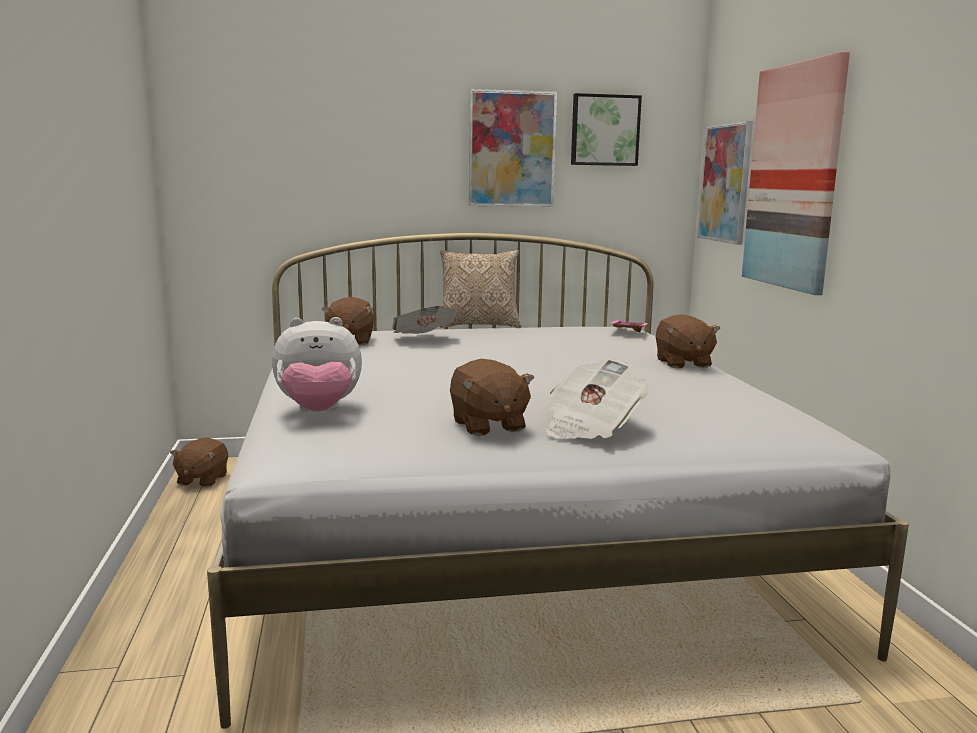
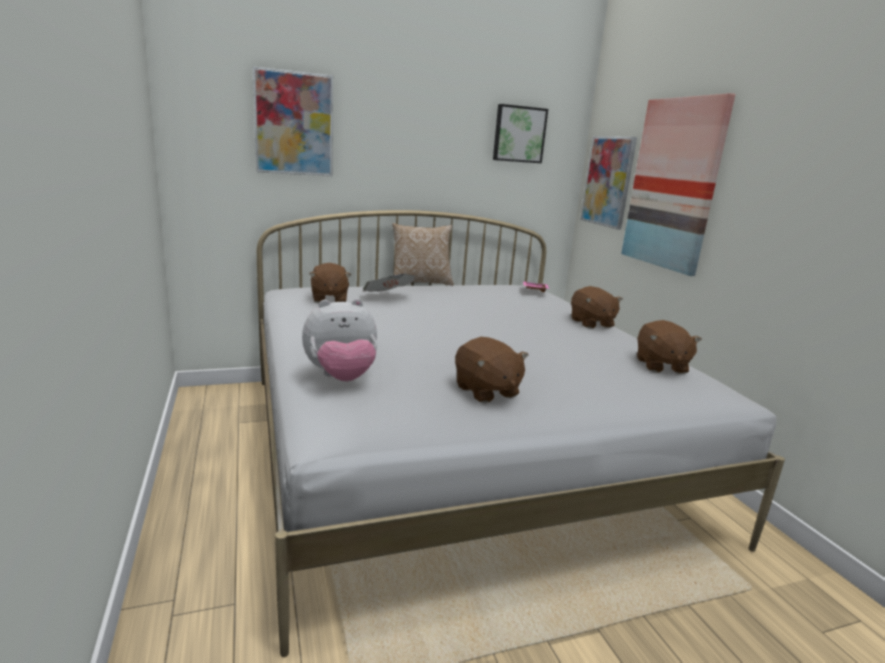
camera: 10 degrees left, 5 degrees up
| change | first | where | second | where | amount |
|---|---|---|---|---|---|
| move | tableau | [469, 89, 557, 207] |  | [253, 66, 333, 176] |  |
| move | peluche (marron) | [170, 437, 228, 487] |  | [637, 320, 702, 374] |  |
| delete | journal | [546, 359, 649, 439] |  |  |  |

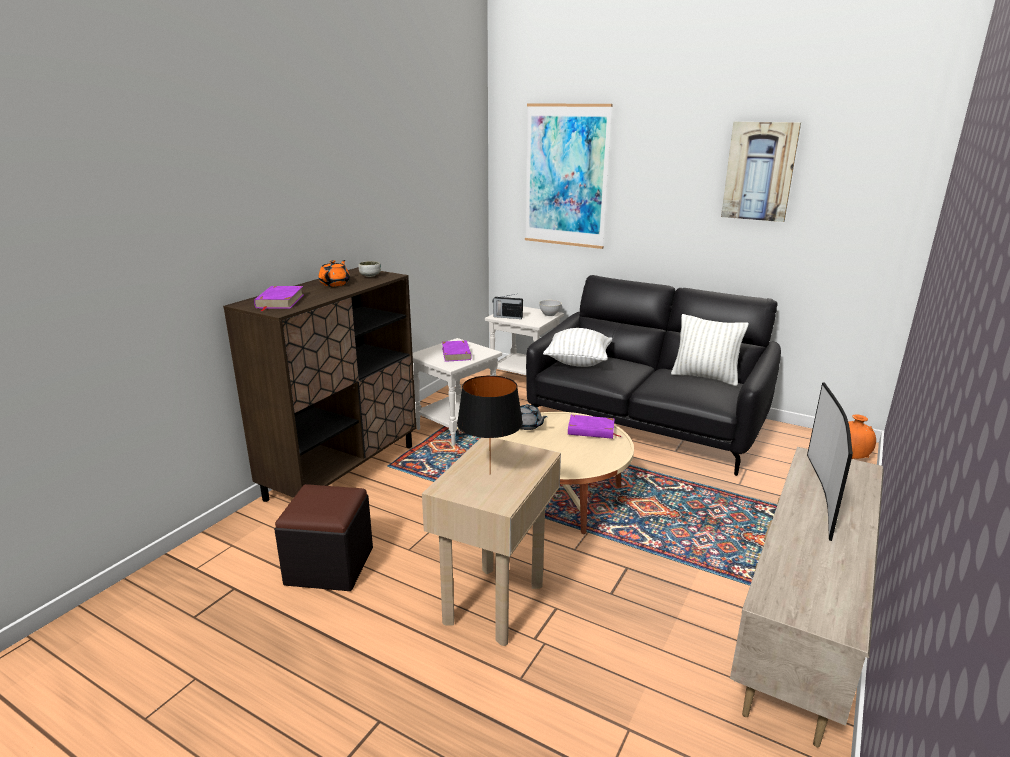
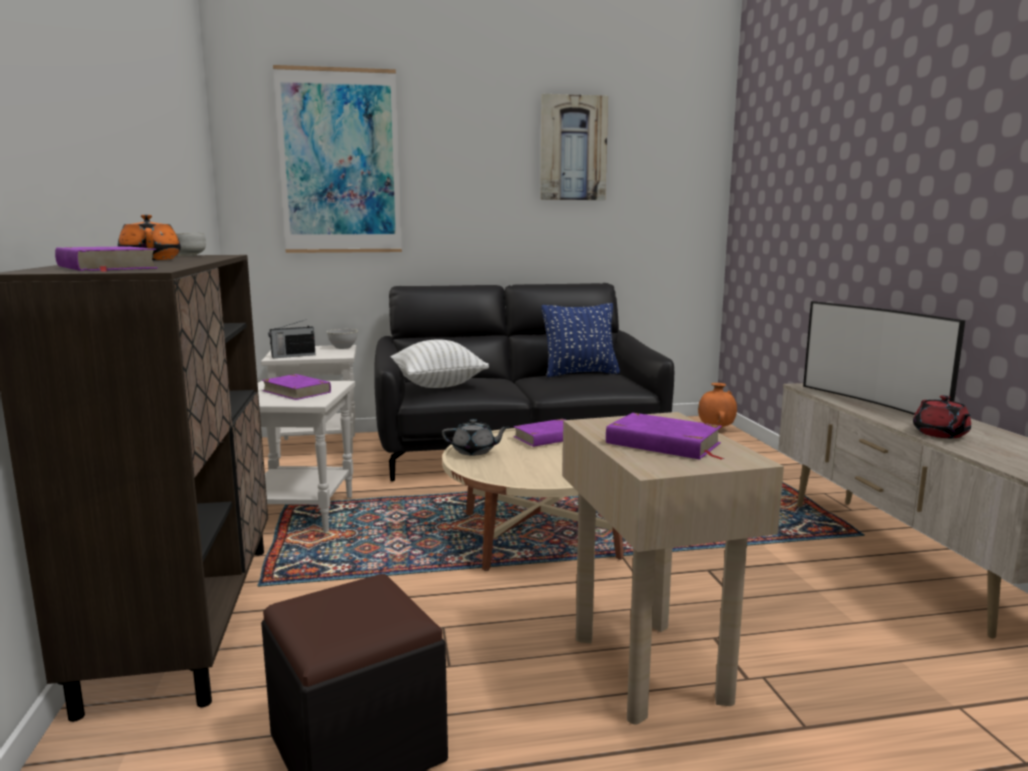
camera: 40 degrees left, 10 degrees down
| change | first | where | second | where | amount |
|---|---|---|---|---|---|
| recolor | coussin (blanc) | [671, 314, 749, 386] | coussin (bleu) | [542, 303, 620, 377] |  |
| replace | lampe de table (noir) | [457, 375, 523, 475] | livre (violet) | [606, 413, 725, 460] |  |
| insert |  |  | théière (rouge) | [913, 395, 971, 438] |  |

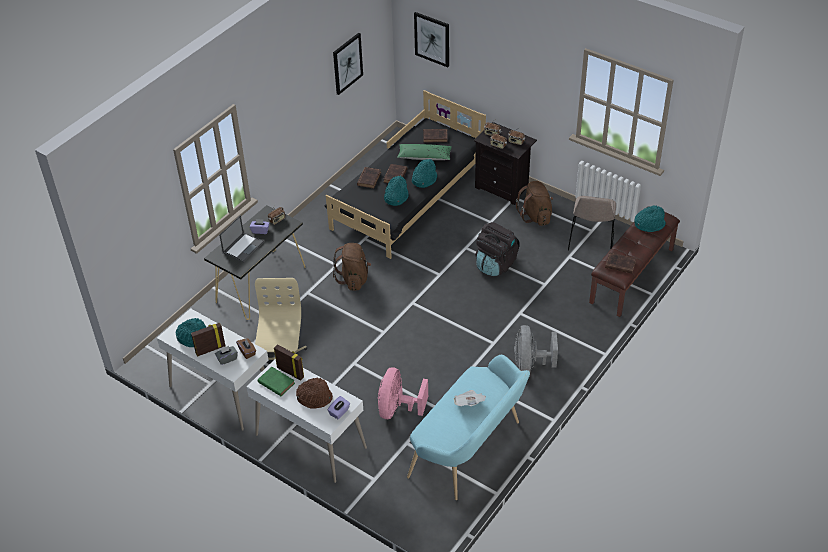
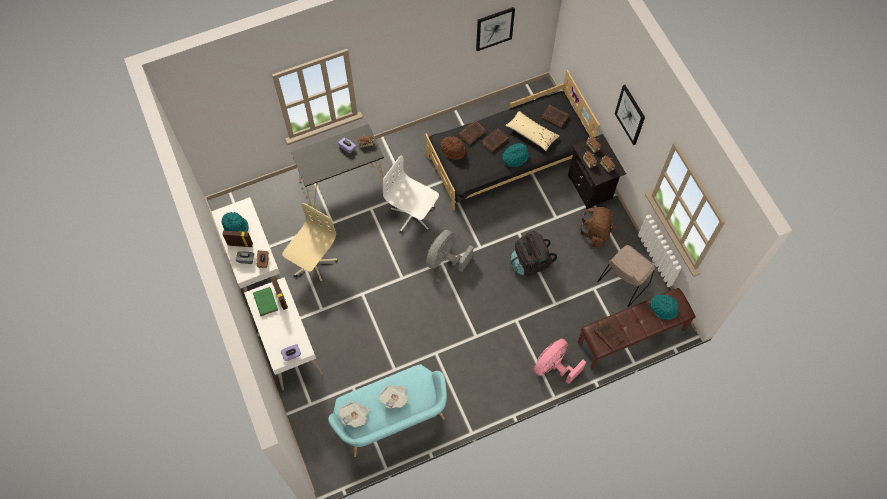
camera: 30 degrees right, 20 degrees up
| change | first | where | second | where | amount |
|---|---|---|---|---|---|
| insert |  |  | journal | [339, 401, 370, 427] |  |
| replace | sac à dos (marron) | [333, 243, 371, 291] | chaise de bureau (blanc) | [383, 156, 439, 232] |  |
| move | ventilateur (gris) | [514, 325, 558, 373] |  | [426, 230, 474, 272] |  |
| move | chapeau (marron) | [296, 378, 333, 409] |  | [441, 136, 466, 160] |  |
| recolor | coussin (vert) | [397, 144, 452, 160] | coussin (beige) | [505, 111, 559, 151] |  |
| move | ventilateur (rose) | [378, 368, 428, 419] |  | [534, 339, 586, 384] |  |
| move | tableau | [414, 12, 449, 67] |  | [615, 85, 645, 145] |  |
| delete | ordinateur portable | [219, 215, 264, 262] |  |  |  |
| delete | chapeau (turquoise) | [384, 176, 408, 206] |  |  |  |

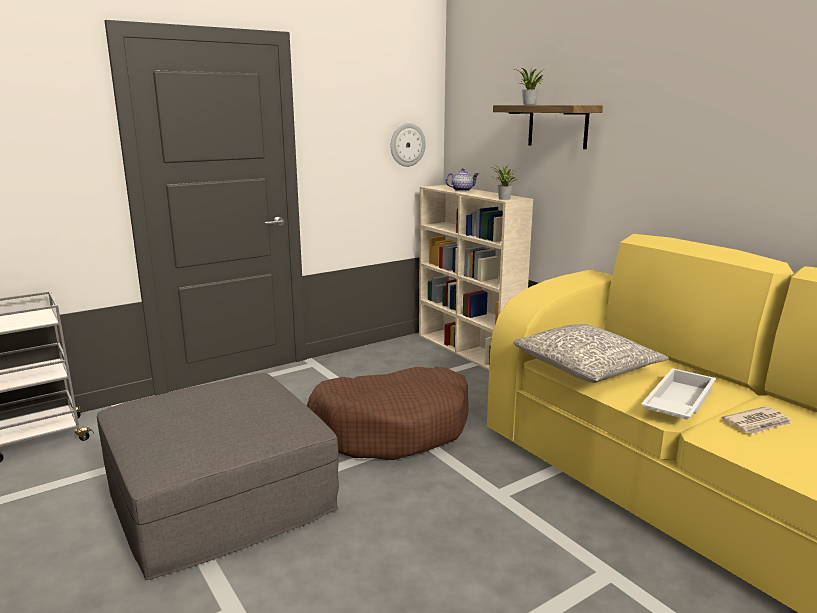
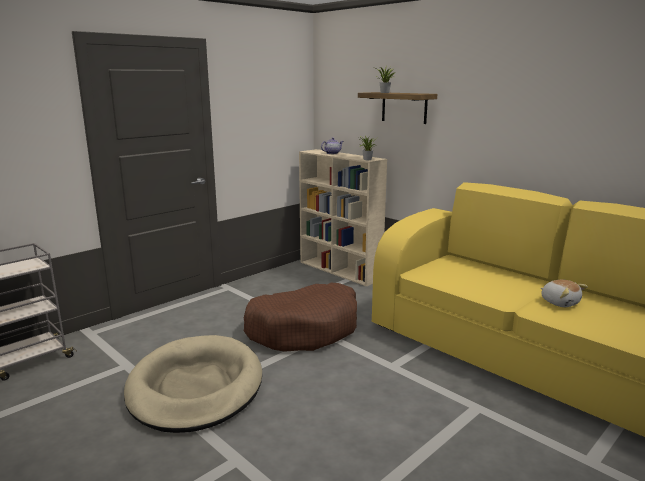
camera: 10 degrees left, 0 degrees up
| change | first | where | second | where | amount |
|---|---|---|---|---|---|
| replace | pouf (gris) | [97, 373, 339, 580] | panier pour chien (beige) | [124, 335, 262, 433] |  |
| replace | journal | [722, 406, 792, 434] | peluche | [541, 280, 588, 307] |  |
| delete | horloge murale | [390, 123, 426, 167] |  |  |  |
| delete | coussin (gris) | [513, 324, 669, 383] |  |  |  |
| delete | plateau (blanc) | [641, 368, 716, 420] |  |  |  |

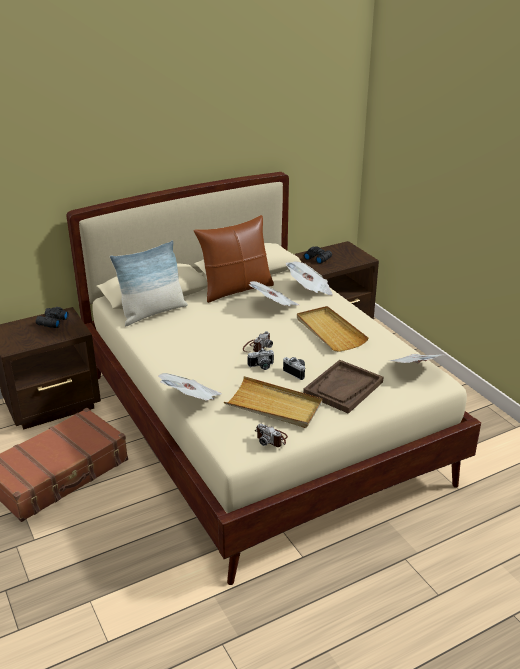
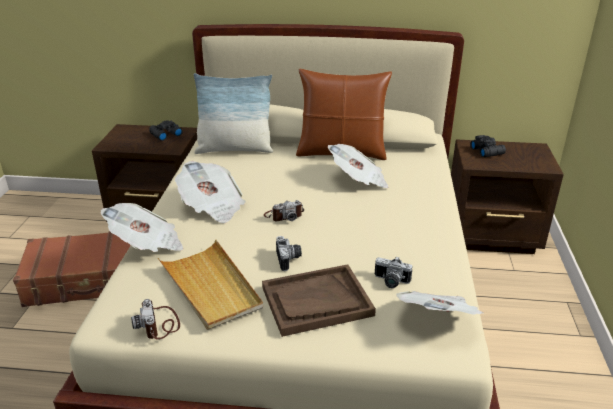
camera: 35 degrees right, 0 degrees up
| change | first | where | second | where | amount |
|---|---|---|---|---|---|
| move | journal | [286, 261, 333, 295] |  | [175, 161, 246, 223] |  |
| move | appareil photo | [247, 348, 274, 370] |  | [375, 256, 412, 288] |  |
| delete | plateau (beige) | [297, 306, 369, 352] |  |  |  |

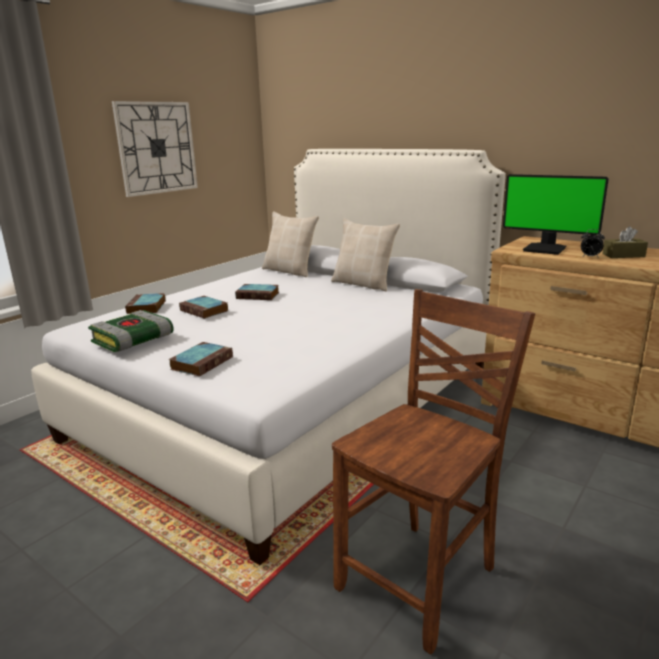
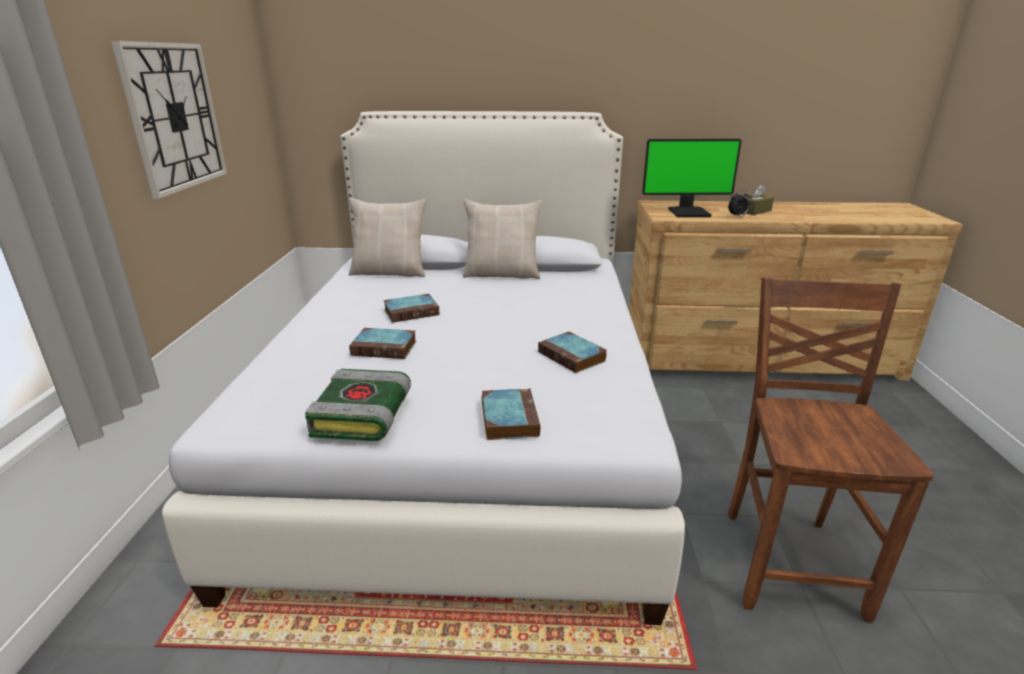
camera: 35 degrees left, 5 degrees up
| change | first | where | second | where | amount |
|---|---|---|---|---|---|
| move | livre | [125, 293, 166, 314] |  | [538, 331, 607, 373] |  |

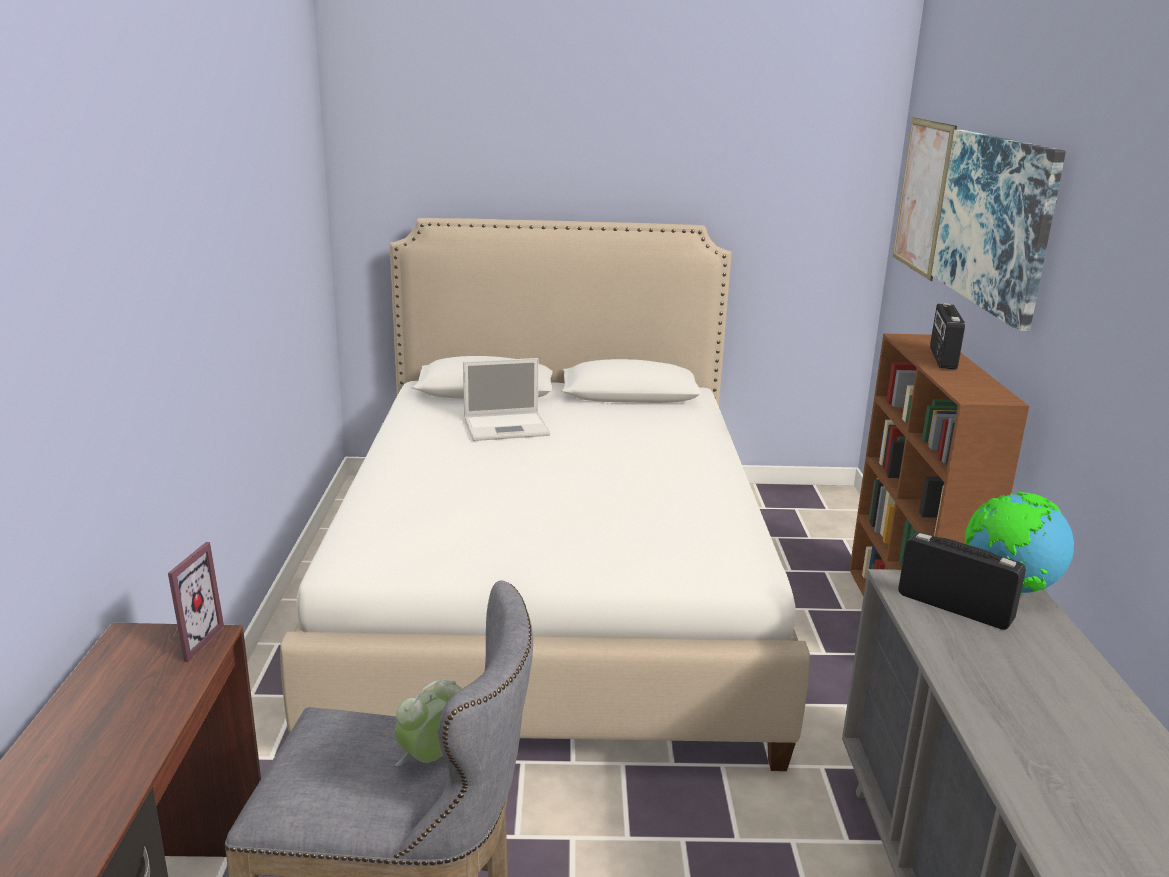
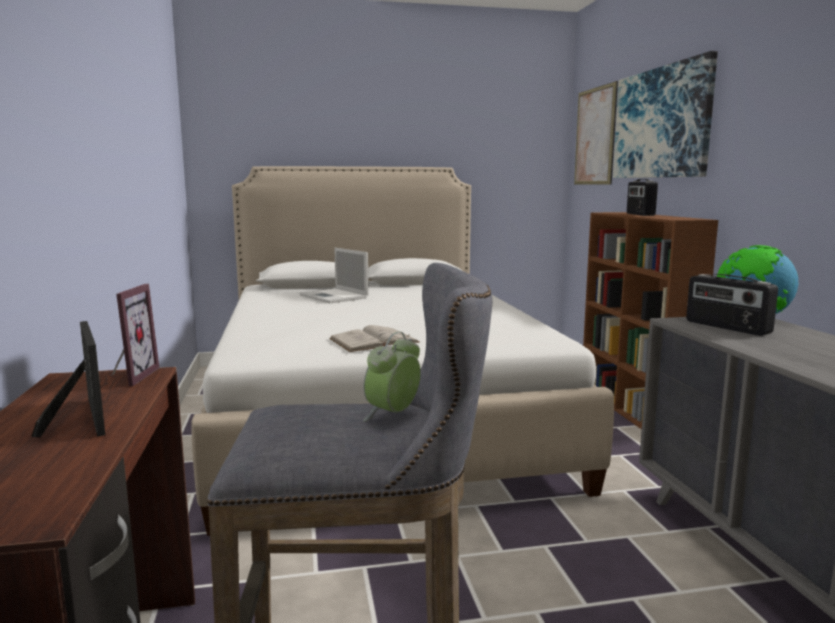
camera: 10 degrees left, 10 degrees down
| change | first | where | second | where | amount |
|---|---|---|---|---|---|
| insert |  |  | cadre photo | [31, 321, 105, 437] |  |
| rotate | ordinateur portable | [463, 358, 550, 441] |  | [299, 248, 369, 303] | 75 degrees clockwise |
| insert |  |  | livre (blanc) | [329, 325, 419, 352] |  |
| rotate | radio | [898, 532, 1026, 630] |  | [686, 274, 778, 336] | 150 degrees counterclockwise |

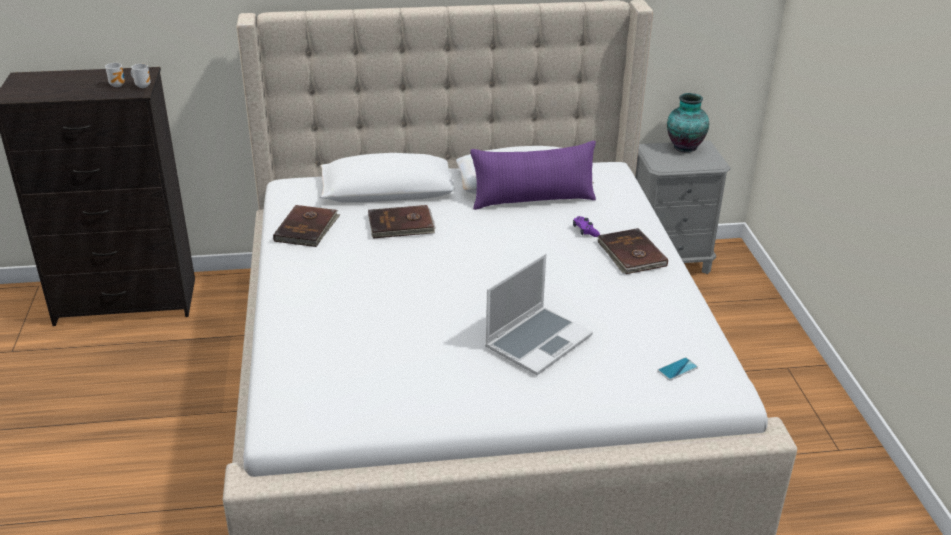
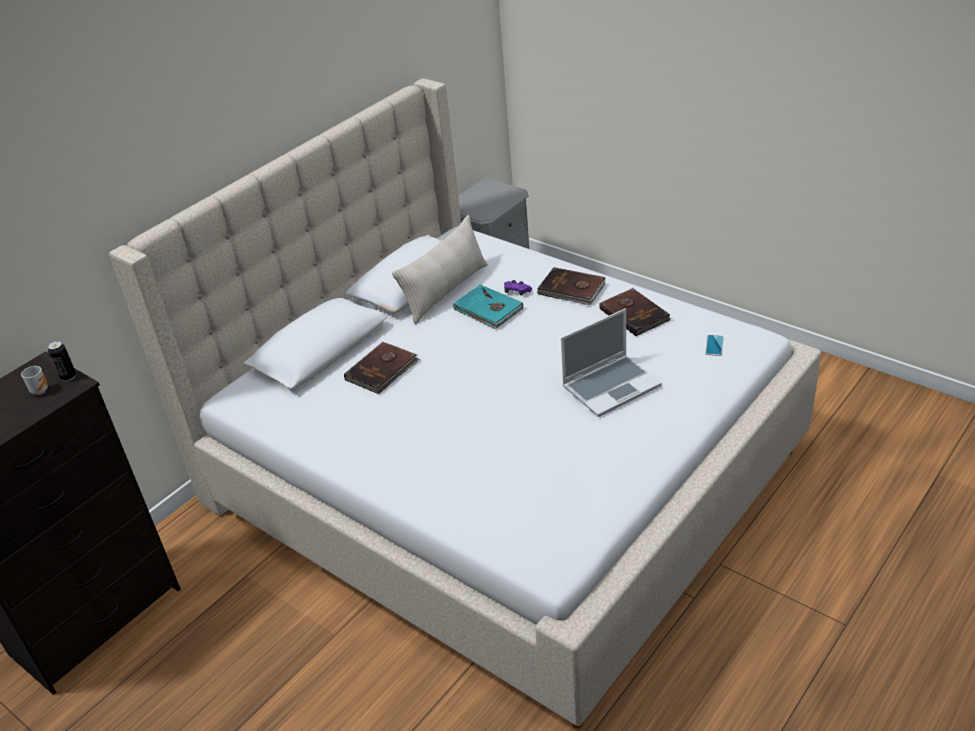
camera: 40 degrees left, 5 degrees up
| change | first | where | second | where | amount |
|---|---|---|---|---|---|
| replace | mug | [131, 64, 151, 88] | boîte métallique | [48, 341, 76, 381] |  |
| recolor | coussin (violet) | [470, 141, 596, 210] | coussin (beige) | [392, 215, 488, 324] |  |
| insert |  |  | livre (turquoise) | [453, 285, 523, 329] |  |
| rotate | ordinateur portable | [485, 254, 593, 375] |  | [561, 309, 662, 417] | 60 degrees clockwise |
| move | livre (marron) | [273, 205, 341, 247] |  | [599, 288, 670, 336] |  |
| delete | vase | [667, 93, 709, 152] |  |  |  |

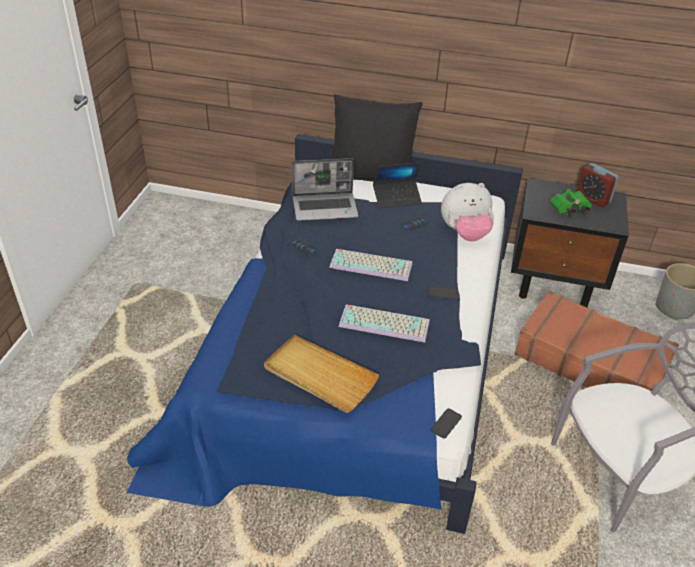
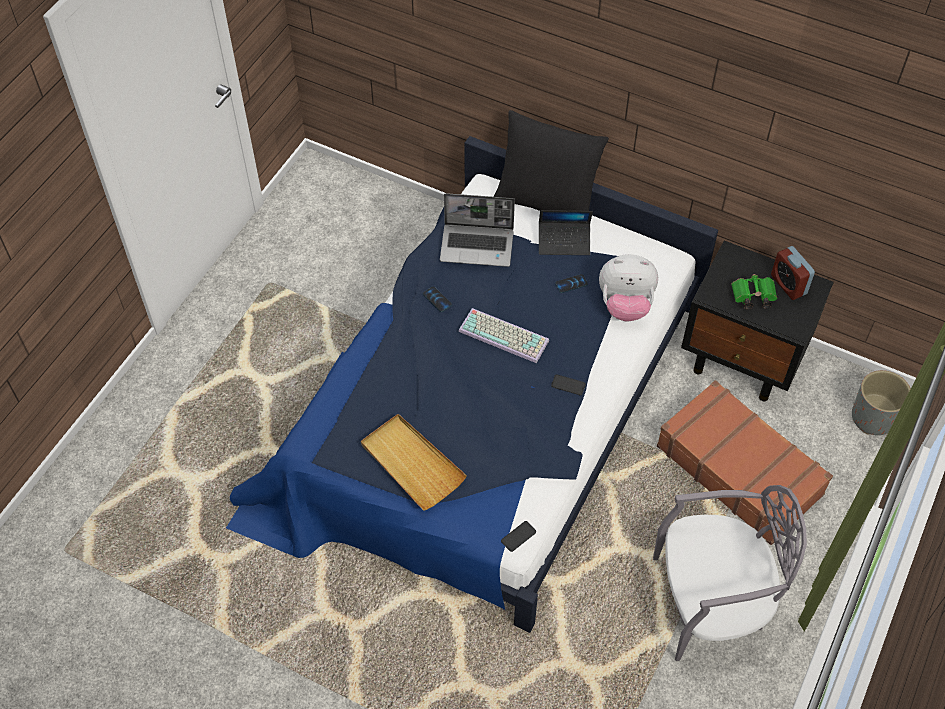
camera: 15 degrees right, 15 degrees up
| change | first | where | second | where | amount |
|---|---|---|---|---|---|
| delete | clavier | [339, 304, 430, 343] |  |  |  |

